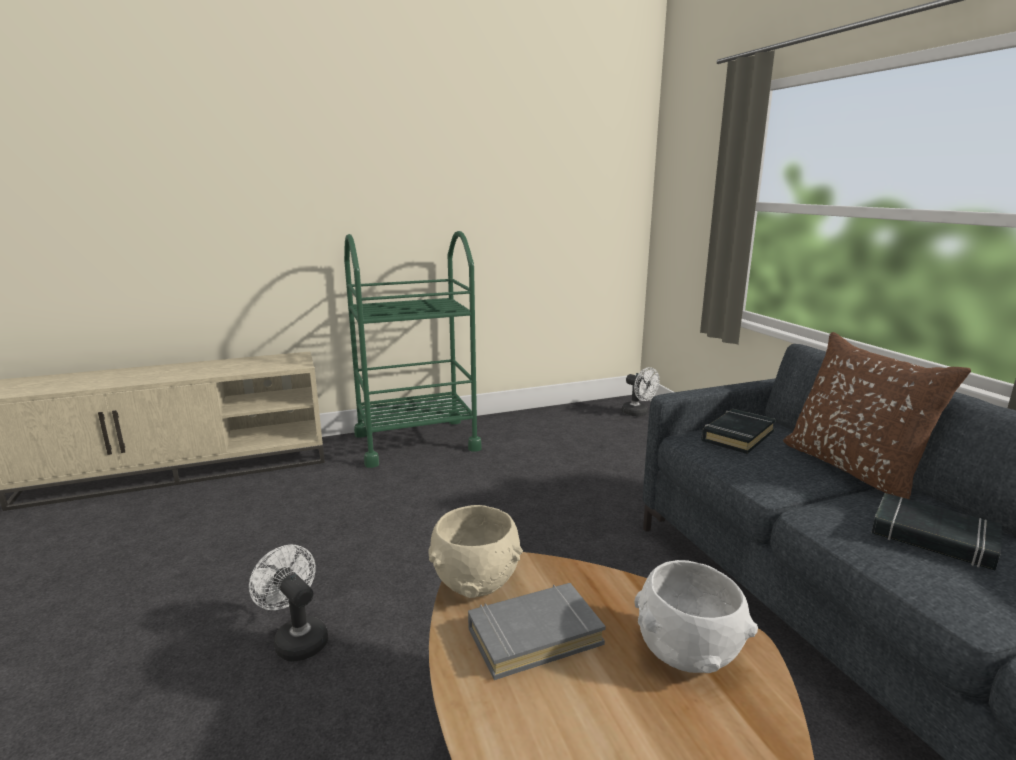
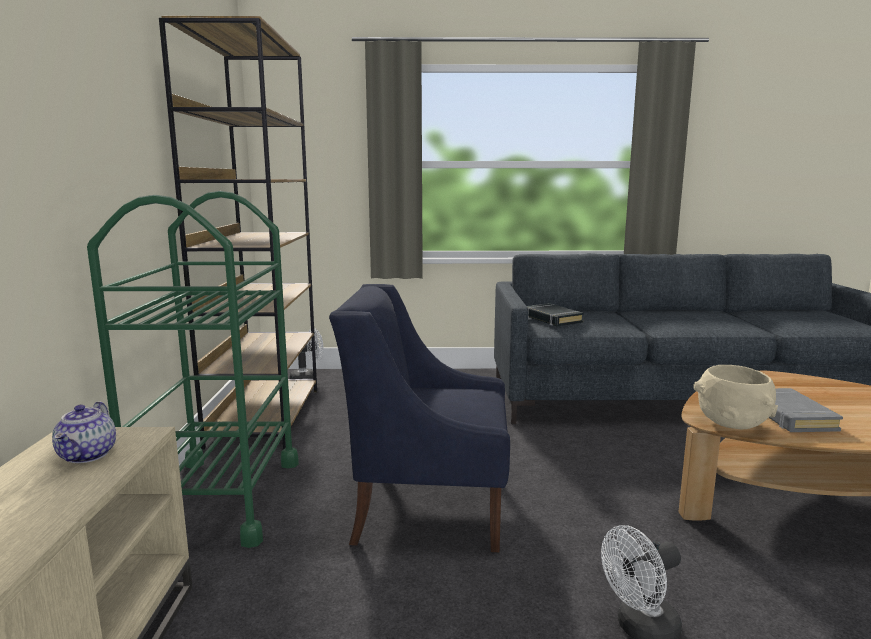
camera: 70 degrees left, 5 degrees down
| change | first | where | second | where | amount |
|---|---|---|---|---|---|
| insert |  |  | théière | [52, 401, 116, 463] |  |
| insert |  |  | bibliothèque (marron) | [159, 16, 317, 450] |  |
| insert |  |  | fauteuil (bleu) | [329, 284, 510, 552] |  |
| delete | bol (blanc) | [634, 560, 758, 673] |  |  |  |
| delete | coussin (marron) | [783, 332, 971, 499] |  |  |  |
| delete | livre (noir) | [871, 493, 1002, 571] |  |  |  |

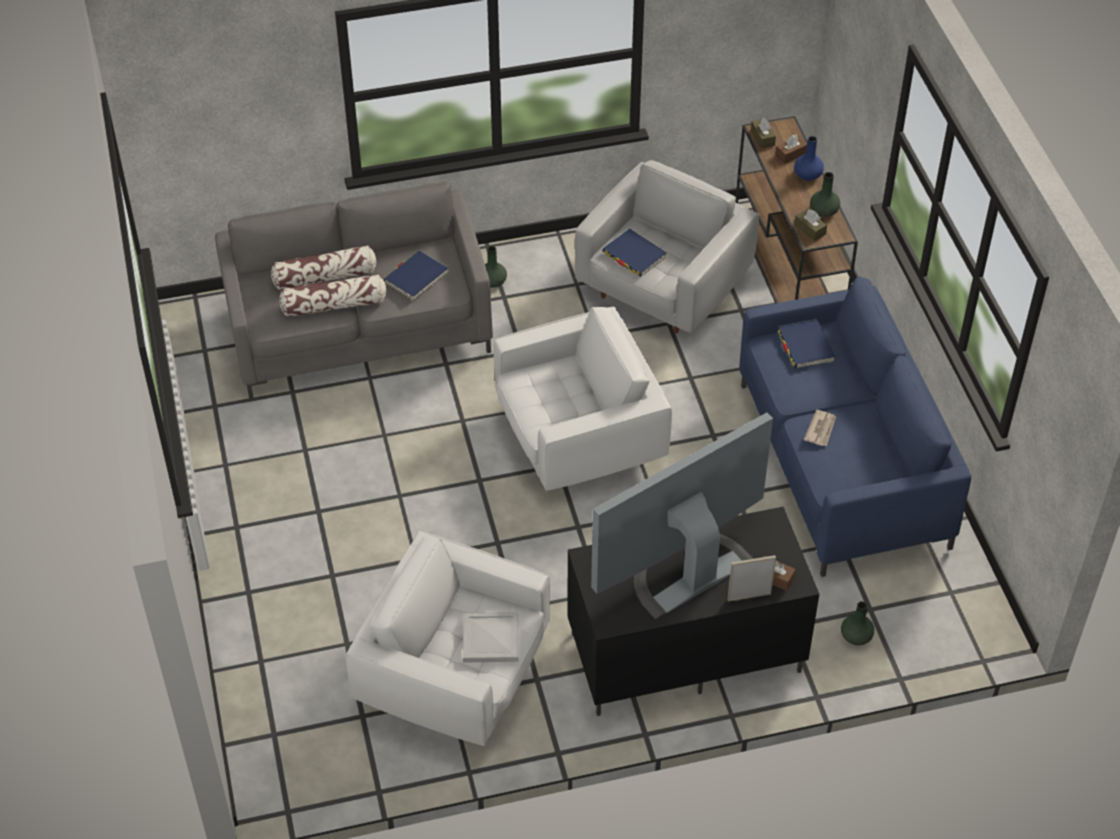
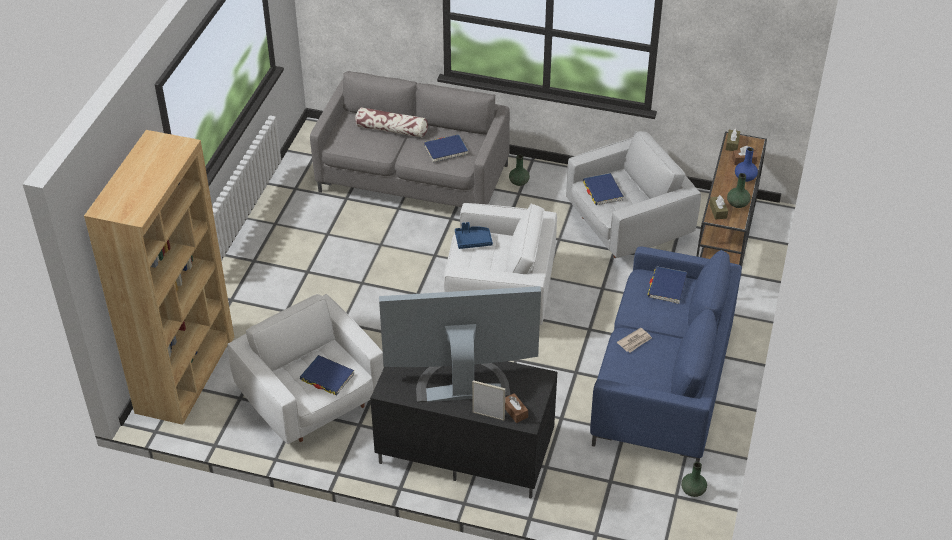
camera: 30 degrees right, 5 degrees down
| change | first | where | second | where | amount |
|---|---|---|---|---|---|
| insert |  |  | bibliothèque (marron) | [84, 130, 234, 425] |  |
| replace | plateau (blanc) | [463, 612, 518, 663] | livre (bleu) | [300, 355, 354, 395] |  |
| insert |  |  | plateau (bleu) | [455, 222, 493, 249] |  |
| move | vase (vert) | [841, 601, 874, 645] |  | [681, 462, 707, 497] |  |
| delete | coussin | [279, 274, 387, 317] |  |  |  |

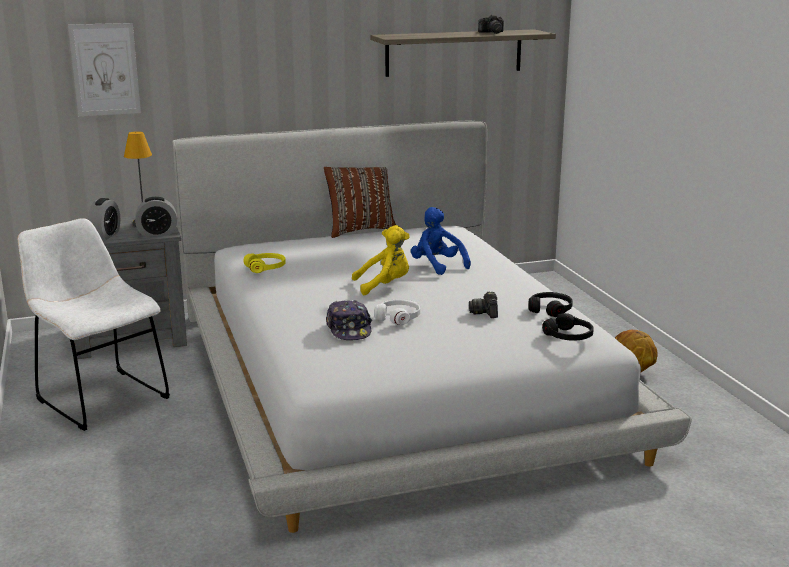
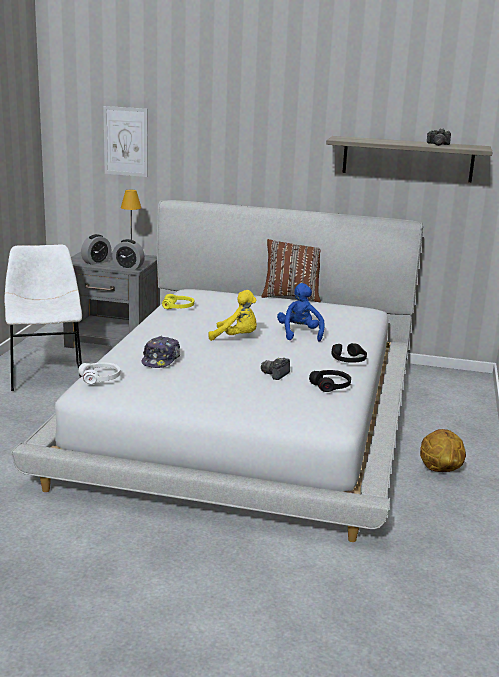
camera: 30 degrees right, 0 degrees up
| change | first | where | second | where | amount |
|---|---|---|---|---|---|
| move | casque audio (blanc) | [374, 299, 421, 325] |  | [78, 362, 120, 384] |  |
| move | casque audio (noir) | [542, 313, 594, 340] |  | [332, 343, 367, 363] |  |

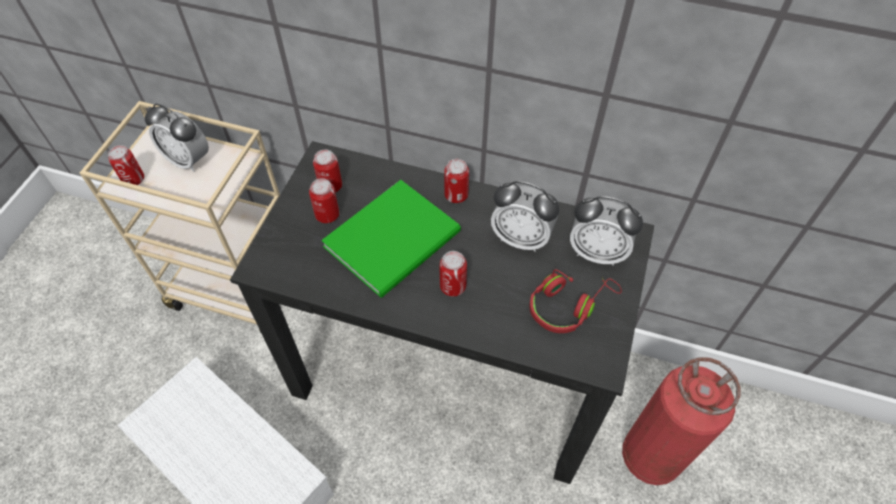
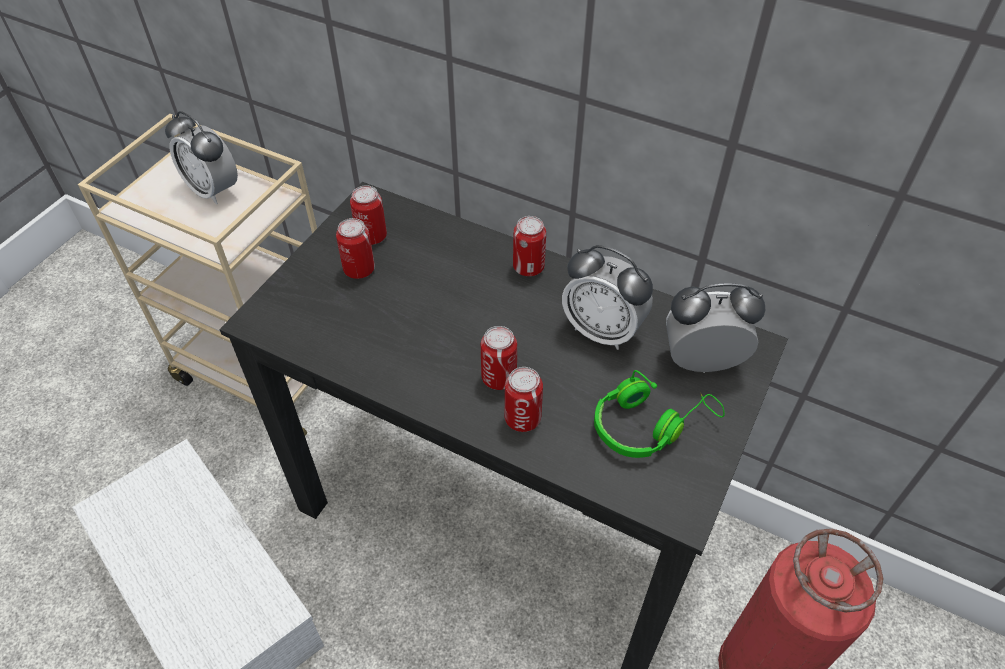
camera: 10 degrees right, 5 degrees down
| change | first | where | second | where | amount |
|---|---|---|---|---|---|
| move | boîte métallique | [108, 145, 144, 185] |  | [505, 367, 543, 432] |  |
| recolor | casque audio (rouge) | [529, 269, 622, 333] | casque audio (vert) | [594, 370, 725, 458] |  |
| rotate | réveil | [570, 196, 643, 266] |  | [666, 283, 765, 373] | 150 degrees clockwise |
| delete | livre (vert) | [321, 180, 461, 298] |  |  |  |

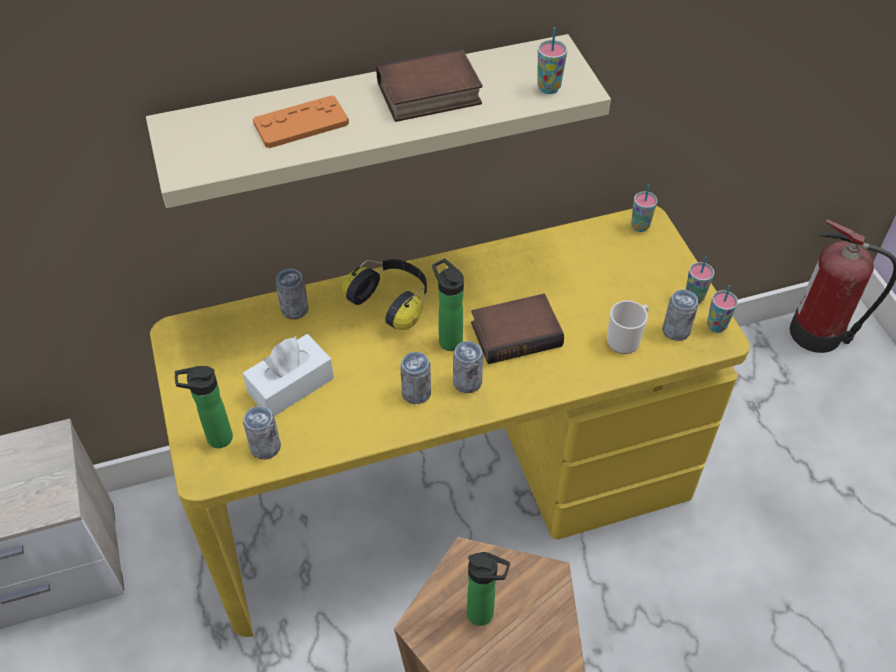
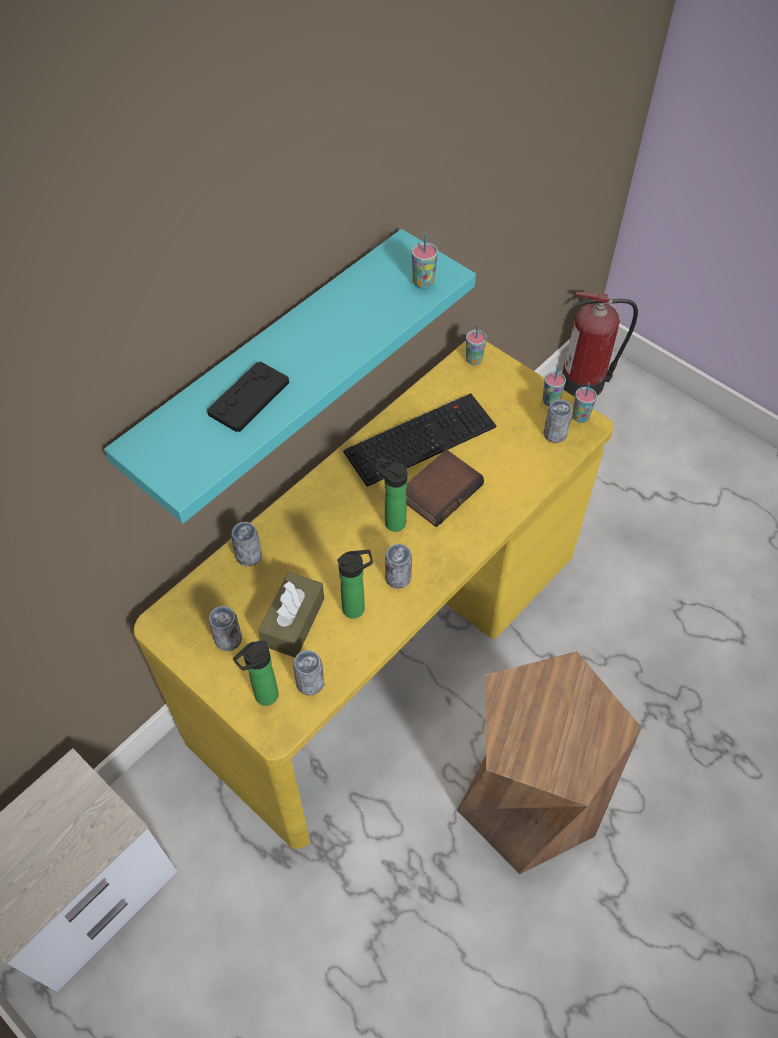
camera: 30 degrees left, 5 degrees up
| change | first | where | second | where | amount |
|---|---|---|---|---|---|
| recolor | étagère (beige) | [146, 34, 611, 208] | étagère (turquoise) | [104, 229, 476, 524] |  |
| recolor | manette (orange) | [253, 95, 349, 148] | manette (noir) | [207, 361, 289, 432] |  |
| move | boîte métallique | [453, 341, 483, 393] |  | [209, 606, 242, 651] |  |
| recolor | boîte à mouchoirs (blanc) | [243, 334, 334, 416] | boîte à mouchoirs (marron) | [258, 572, 324, 657] |  |
| move | bouteille | [467, 552, 510, 626] |  | [337, 550, 373, 619] |  |
| insert |  |  | clavier | [343, 393, 496, 487] |  |
| delete | casque audio | [342, 259, 427, 330] |  |  |  |
| delete | livre | [376, 48, 483, 122] |  |  |  |
| delete | mug | [607, 300, 649, 354] |  |  |  |

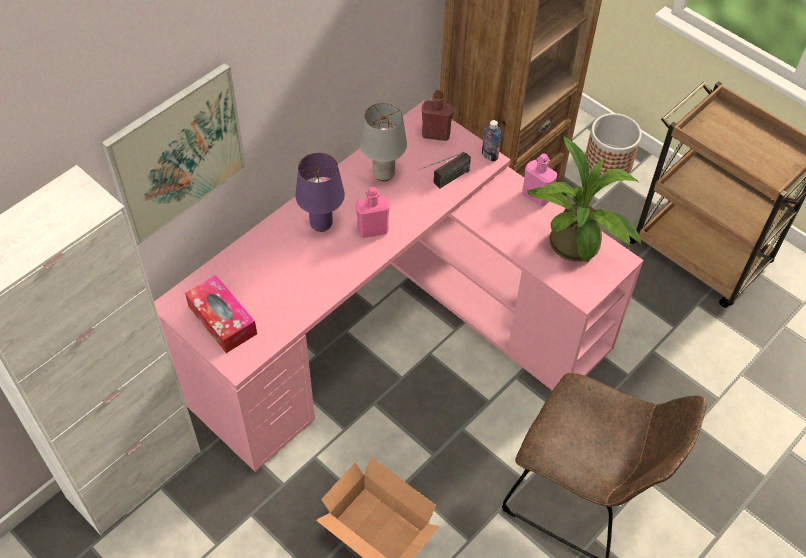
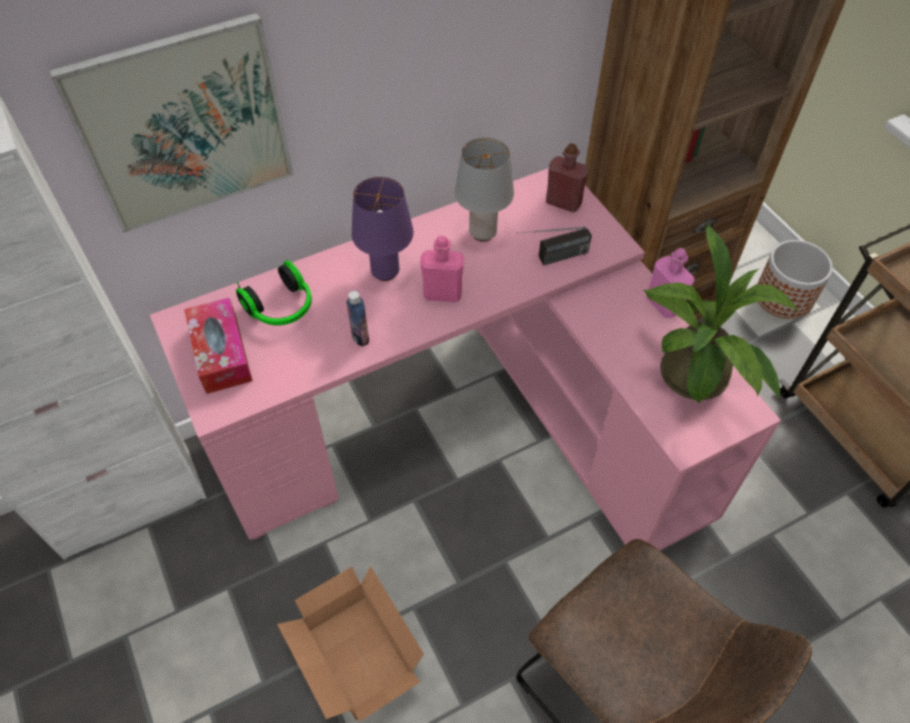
camera: 20 degrees right, 0 degrees up
| change | first | where | second | where | amount |
|---|---|---|---|---|---|
| insert |  |  | casque audio | [236, 260, 312, 325] |  |
| move | bouteille | [482, 120, 501, 162] |  | [346, 291, 369, 346] |  |

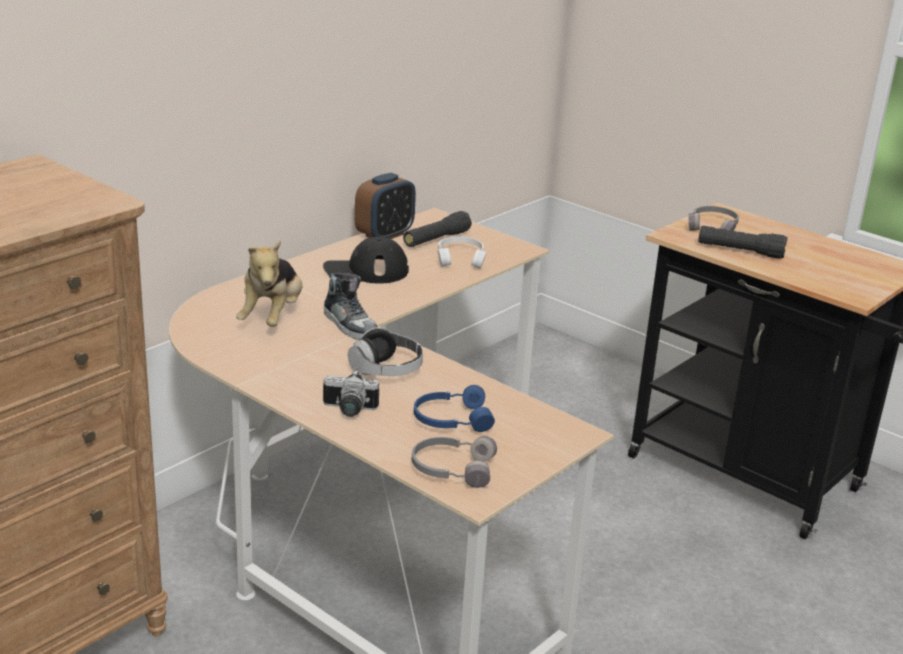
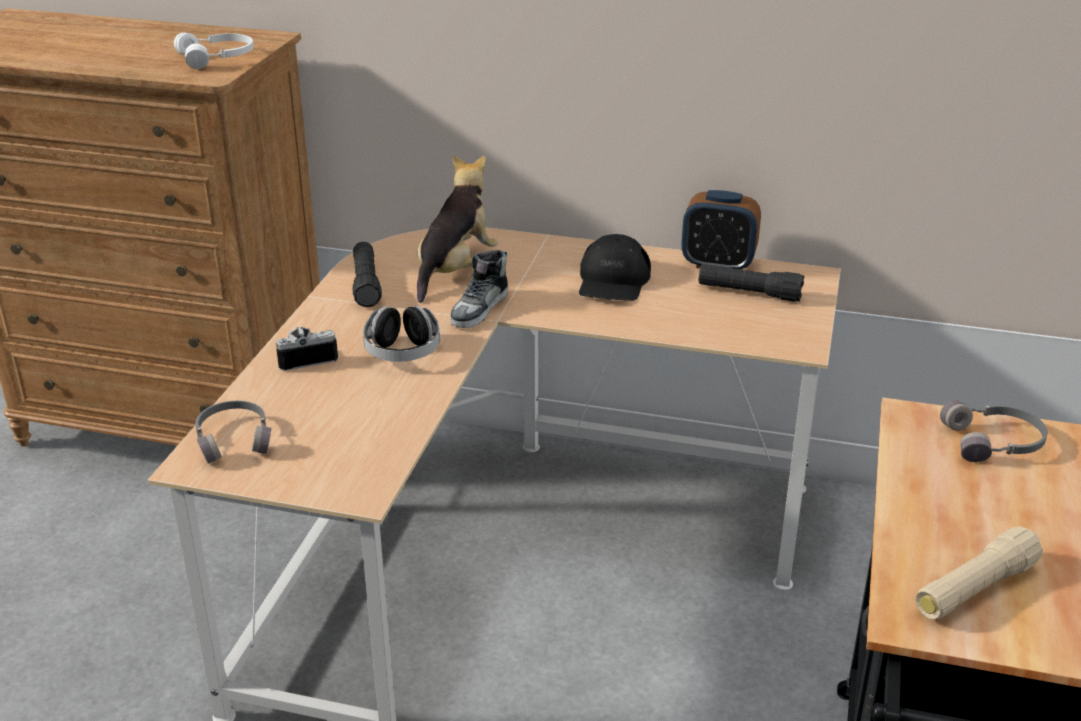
camera: 65 degrees right, 5 degrees up
| change | first | where | second | where | amount |
|---|---|---|---|---|---|
| move | casque audio (blanc) | [438, 236, 486, 269] |  | [174, 33, 254, 69] |  |
| rotate | appareil photo | [323, 370, 379, 417] |  | [276, 327, 338, 371] | 90 degrees clockwise |
| move | lampe de poche (noir) | [698, 226, 787, 259] |  | [352, 242, 382, 307] |  |
| rotate | peluche | [236, 240, 302, 327] |  | [417, 155, 498, 303] | 135 degrees clockwise |
| rotate | casquette (noir) | [323, 237, 409, 284] |  | [579, 234, 651, 301] | 135 degrees counterclockwise |
| insert |  |  | lampe de poche (beige) | [916, 526, 1043, 619] |  |
| delete | casque audio (bleu) | [414, 385, 495, 432] |  |  |  |

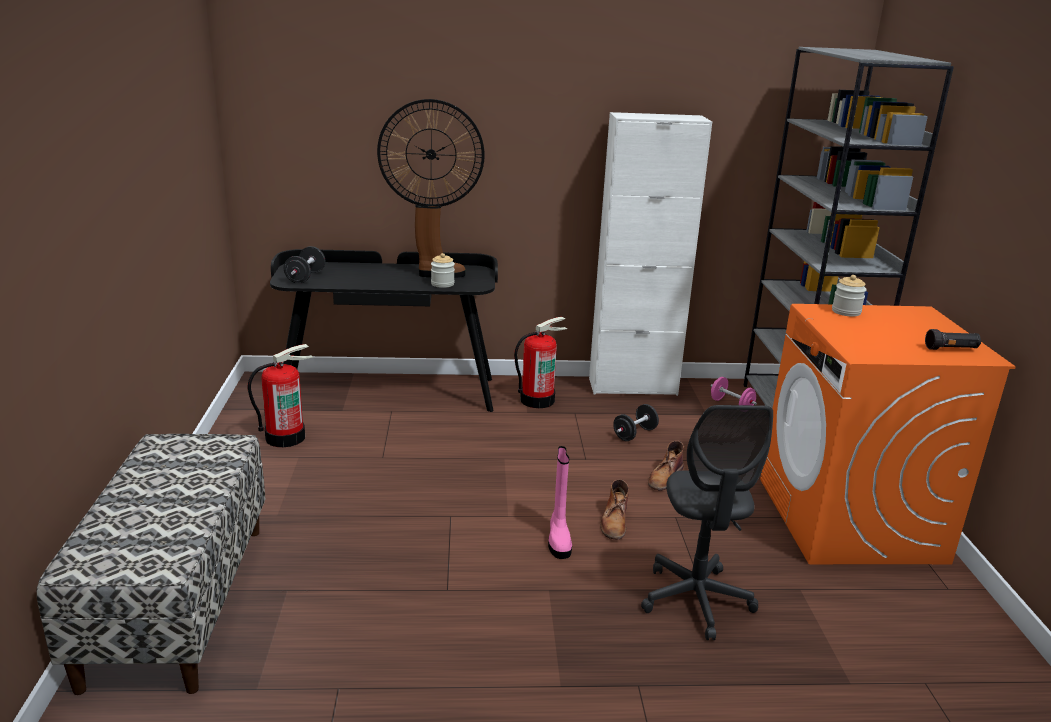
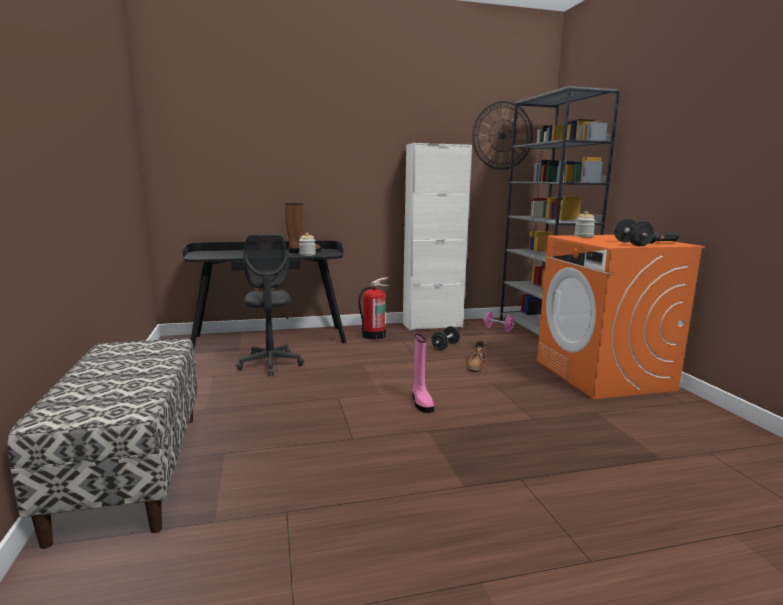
camera: 10 degrees left, 10 degrees down
| change | first | where | second | where | amount |
|---|---|---|---|---|---|
| move | chaise de bureau (gris) | [641, 405, 773, 640] |  | [236, 234, 304, 376] |  |
| move | horloge murale | [377, 99, 485, 207] |  | [472, 101, 533, 170] |  |
| move | haltère (noir) | [284, 246, 325, 284] |  | [614, 219, 654, 246] |  |
| delete | extincteur | [248, 344, 313, 447] |  |  |  |
| delete | botte (marron) | [600, 479, 629, 540] |  |  |  |

